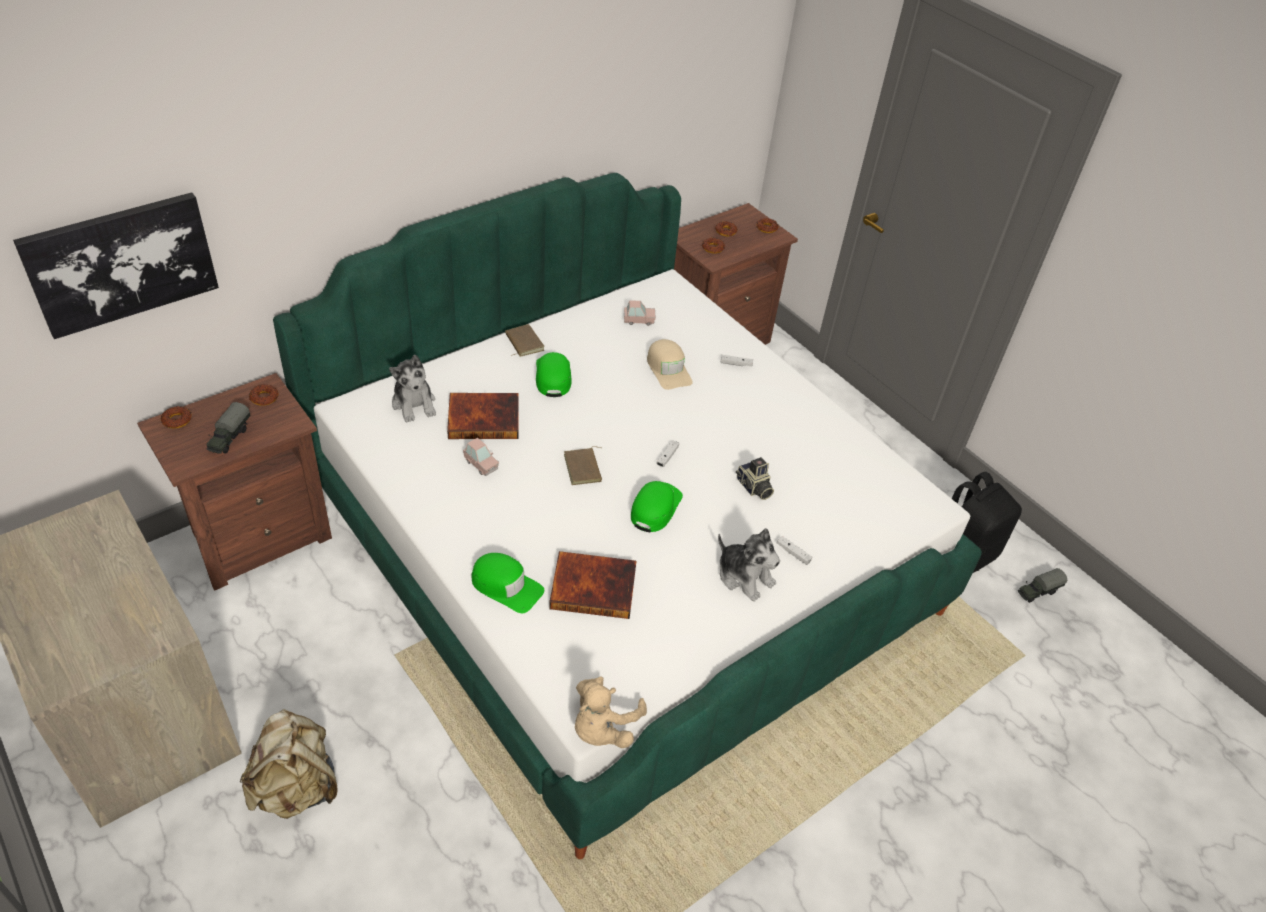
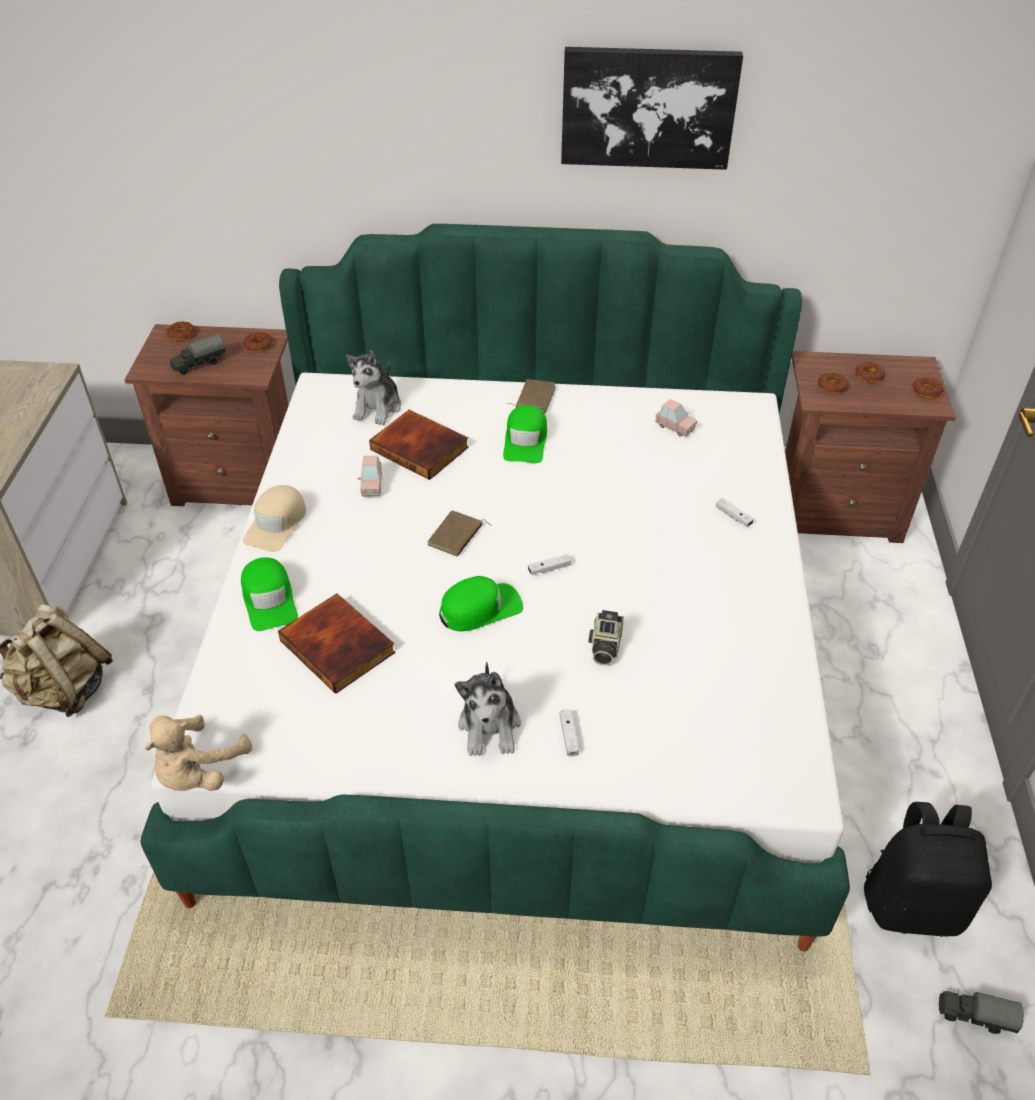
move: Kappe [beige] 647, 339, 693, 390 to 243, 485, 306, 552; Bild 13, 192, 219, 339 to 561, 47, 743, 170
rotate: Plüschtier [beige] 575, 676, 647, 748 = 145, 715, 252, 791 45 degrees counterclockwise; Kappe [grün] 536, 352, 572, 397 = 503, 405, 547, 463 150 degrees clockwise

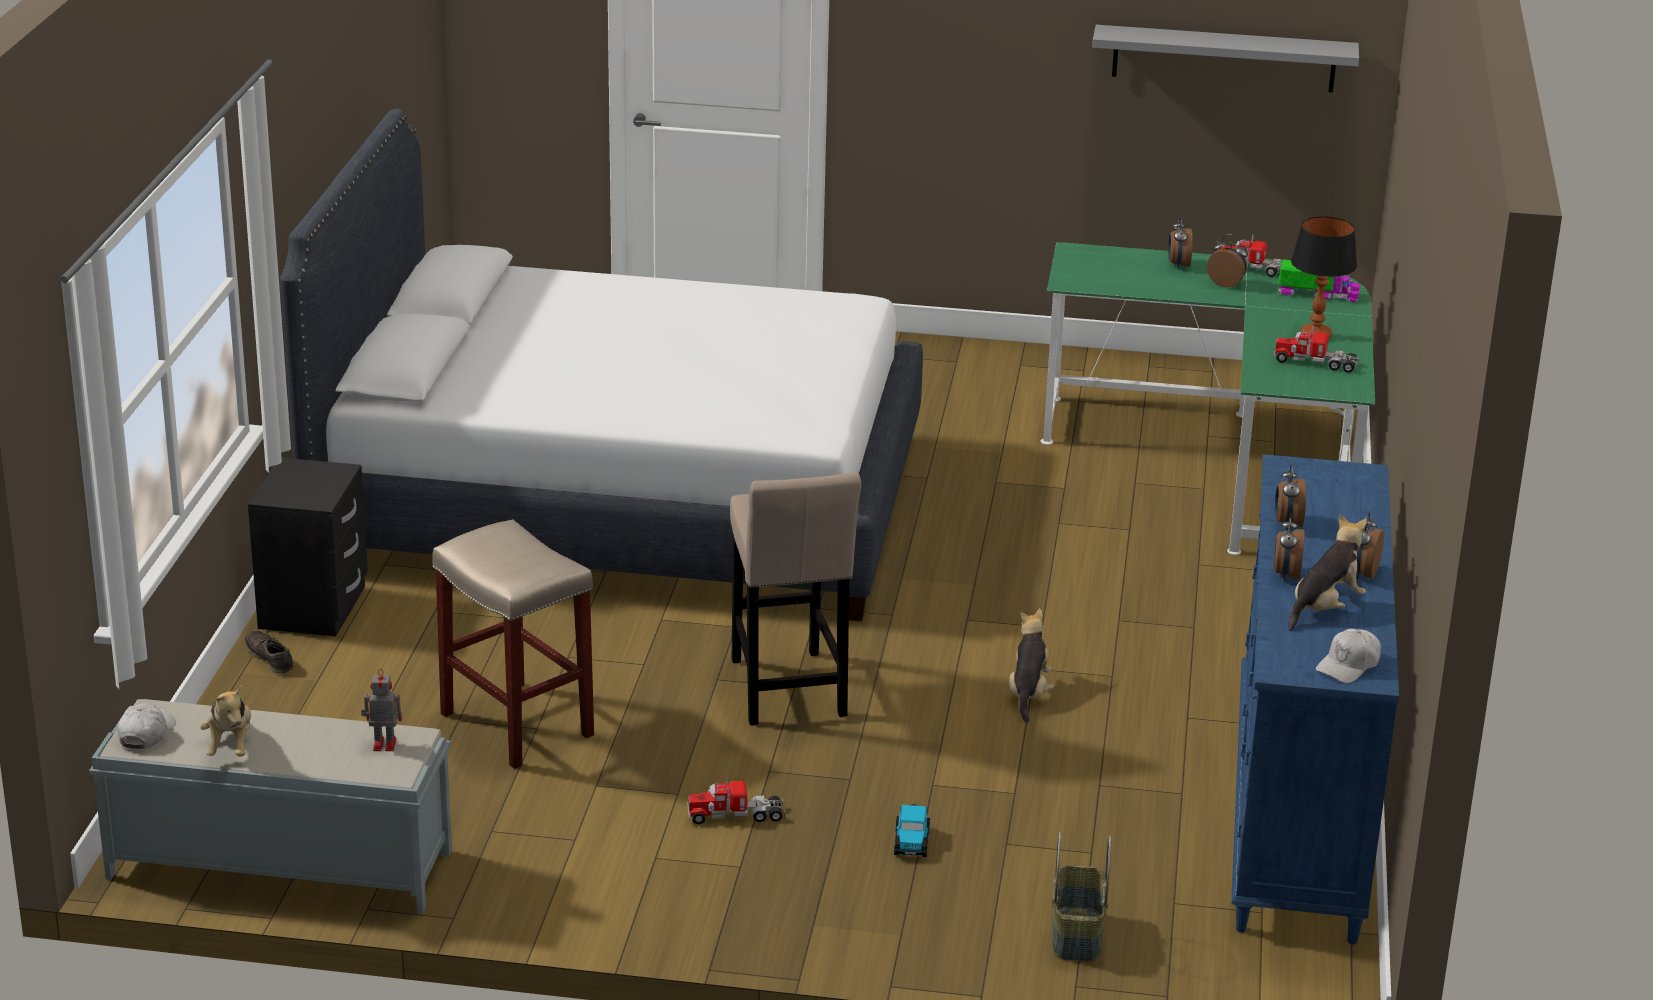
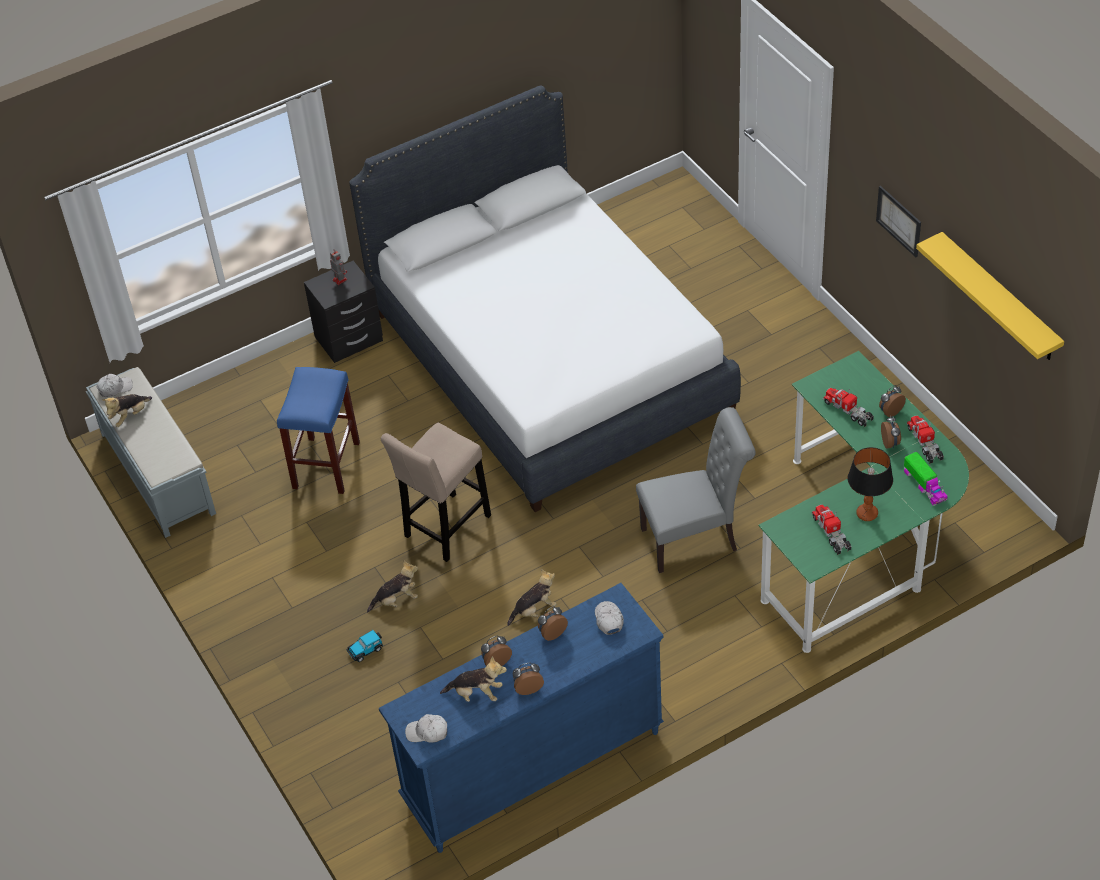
delete: Schuh [braun] 245, 631, 294, 674; Korb 1052, 832, 1111, 962
insert: Plüschtier 367, 560, 418, 612; Kappe [weiß] 595, 601, 624, 635; Stuhl [grau] 636, 407, 756, 573; Bild 876, 186, 921, 257
move: Spielzeugroboter 361, 669, 402, 751 to 330, 249, 347, 285; Spielzeuglaster 687, 775, 785, 824 to 823, 388, 874, 427
recolor: Hocker [beige] 432, 520, 594, 769 to Hocker [blau] 277, 367, 360, 494; Wandregal [grau] 1092, 25, 1359, 92 to Wandregal [gelb] 916, 232, 1064, 360

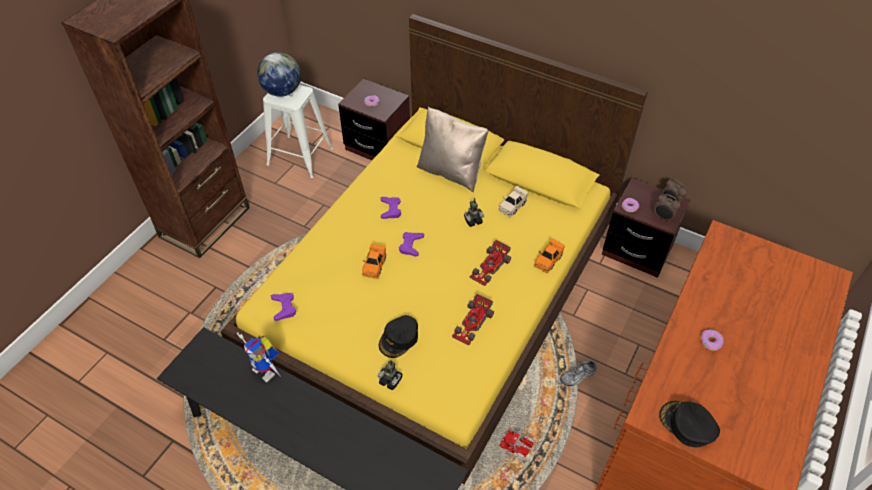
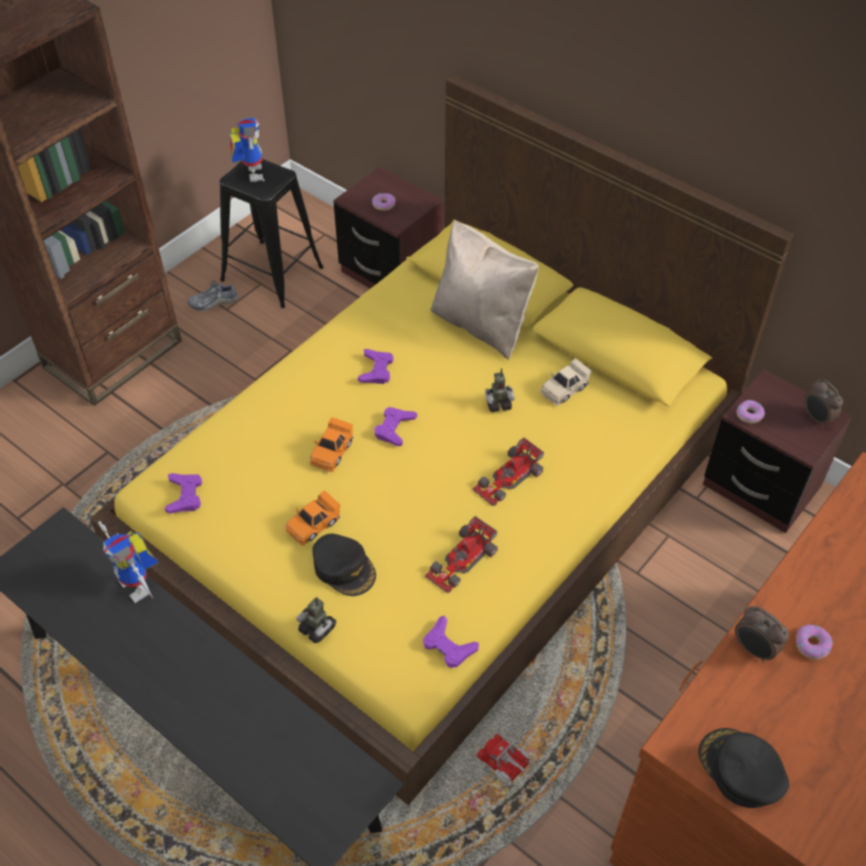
insert: Gamepad [lila] 423, 616, 479, 668
move: Schuh 560, 360, 597, 386 to 187, 280, 238, 311; Spielzeugauto [orange] 534, 238, 565, 273 to 285, 490, 341, 546; Wecker 654, 194, 680, 222 to 735, 606, 789, 662
replace: Globus 257, 52, 301, 97 to Spielzeugroboter 229, 118, 263, 182
recolor: Hocker [weiß] 263, 85, 333, 178 to Hocker [schwarz] 220, 159, 324, 308
rotate: Kappe [schwarz] 379, 315, 418, 358 = 312, 534, 376, 596 90 degrees counterclockwise

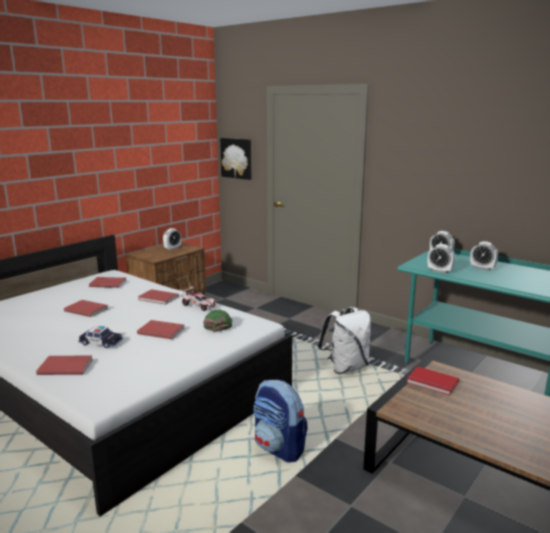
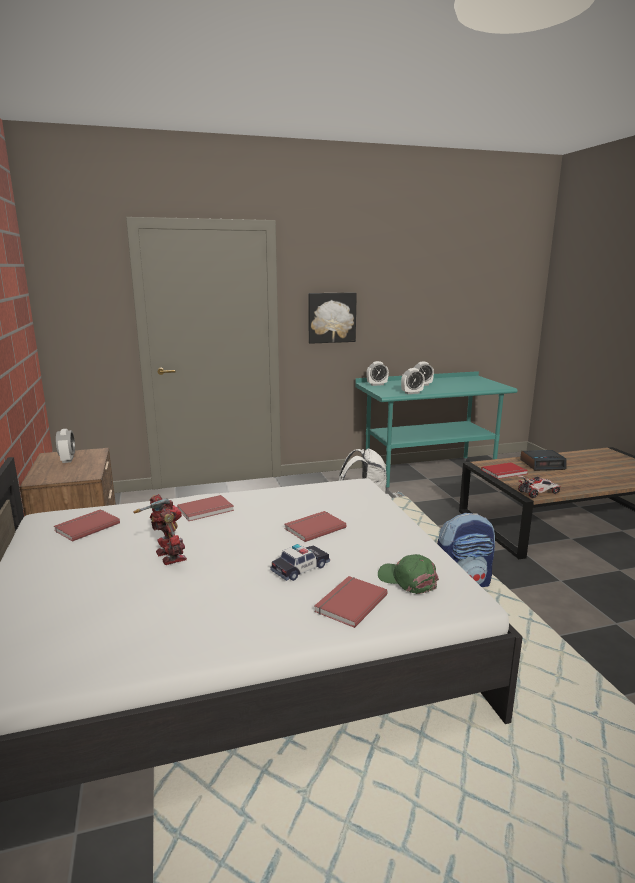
insert: Wecker 520, 450, 567, 471
move: Bild 220, 138, 252, 180 to 308, 292, 357, 344; Kappe [grün] 203, 310, 232, 332 to 378, 554, 439, 594; Spielzeugauto 180, 286, 216, 311 to 518, 475, 561, 498
replace: Buch [rot] 64, 300, 109, 317 to Spielzeugroboter 134, 494, 187, 565

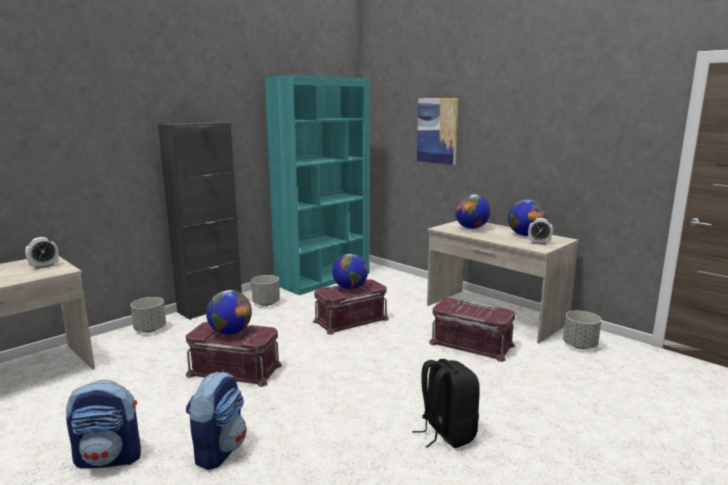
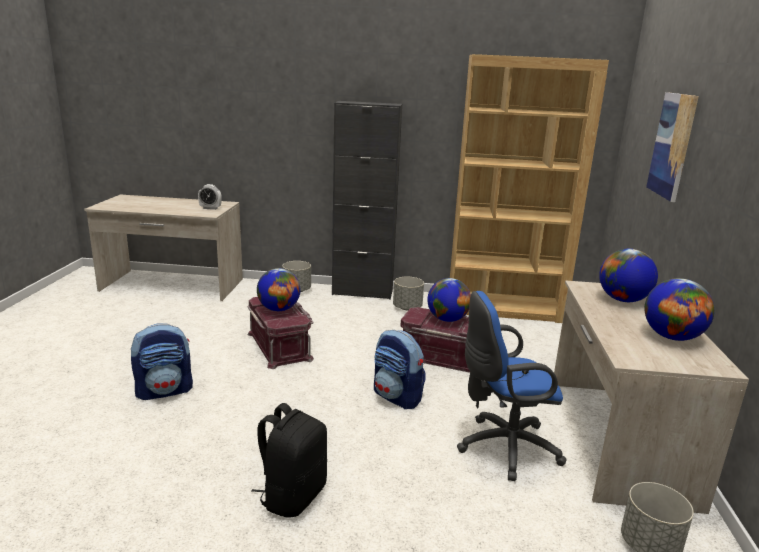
delete: Wecker 528, 218, 553, 245
move: Rucksack 66, 380, 141, 469 to 374, 330, 426, 409
replace: Aufbewahrungsbox [rot] 429, 298, 515, 362 to Bürostuhl [blau] 457, 291, 566, 481
recolor: Bücherregal [türkis] 265, 76, 370, 295 to Bücherregal [braun] 450, 54, 609, 323

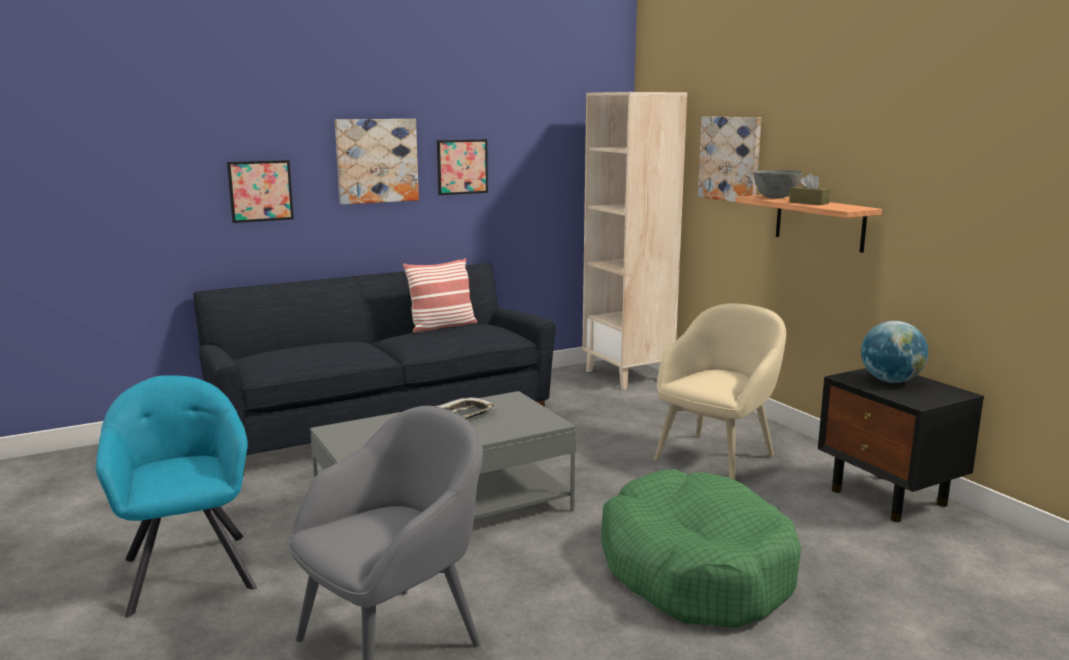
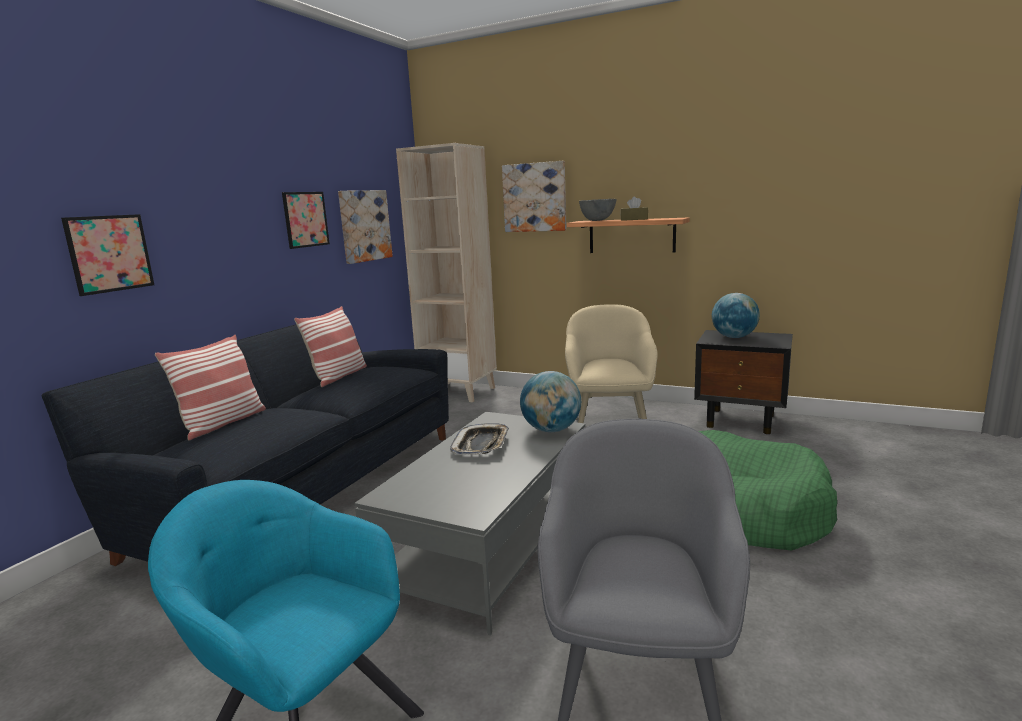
insert: Kissen 155, 335, 266, 440; Globus 520, 371, 581, 432
move: Bild 335, 119, 419, 205 to 338, 190, 393, 264

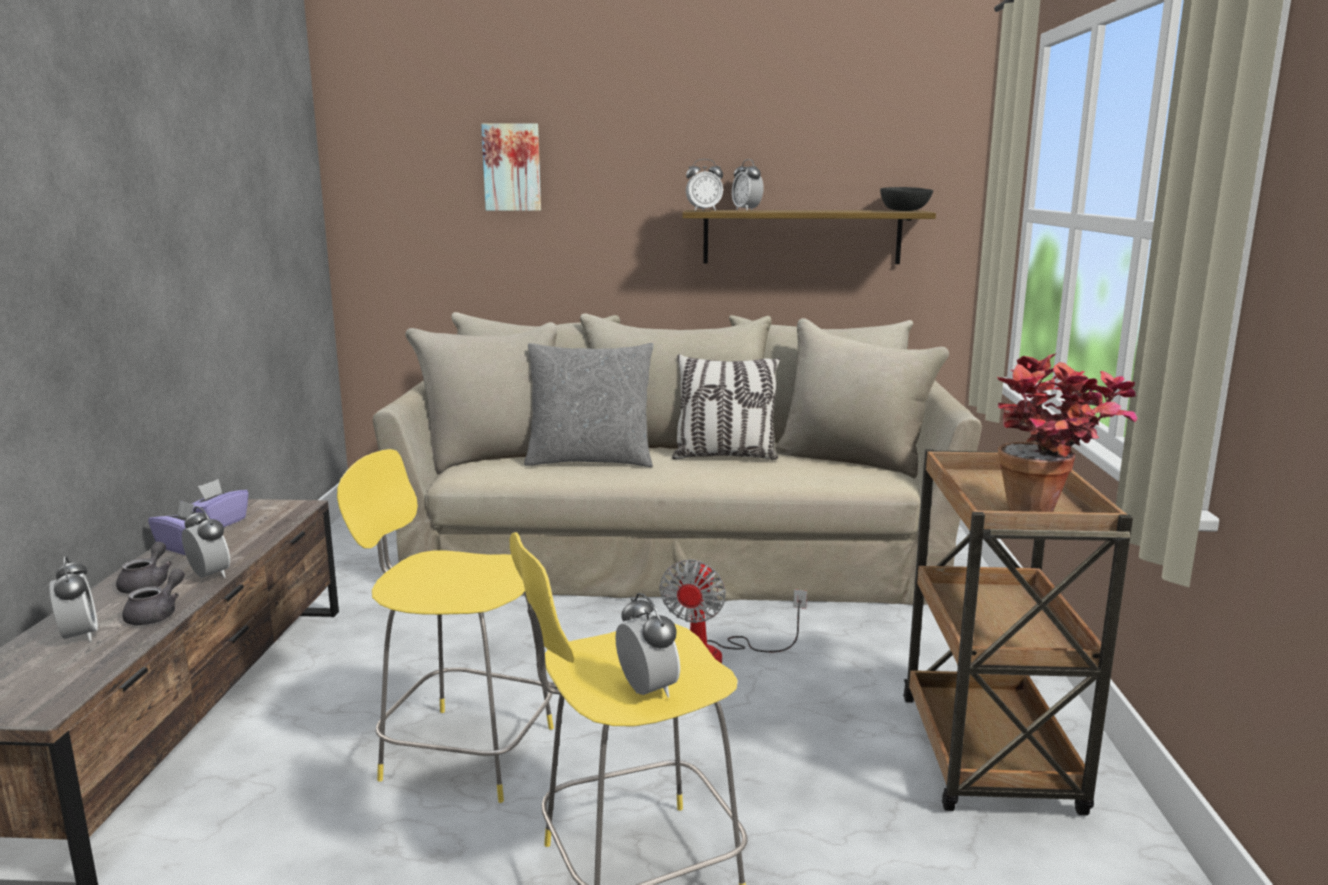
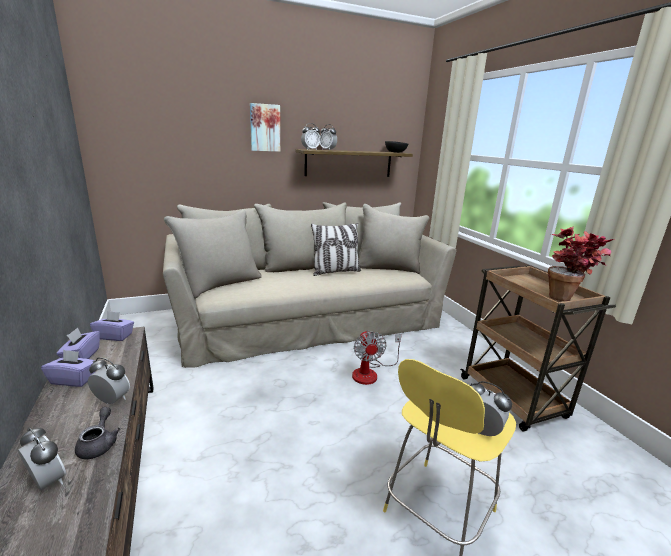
delete: Teekanne [grau] 116, 542, 172, 594; Hocker [gelb] 337, 449, 554, 803; Kissen [grau] 524, 343, 654, 467
insert: Taschentuchbox [lila] 90, 311, 134, 341
move: Bild 481, 123, 541, 211 to 250, 103, 280, 152

